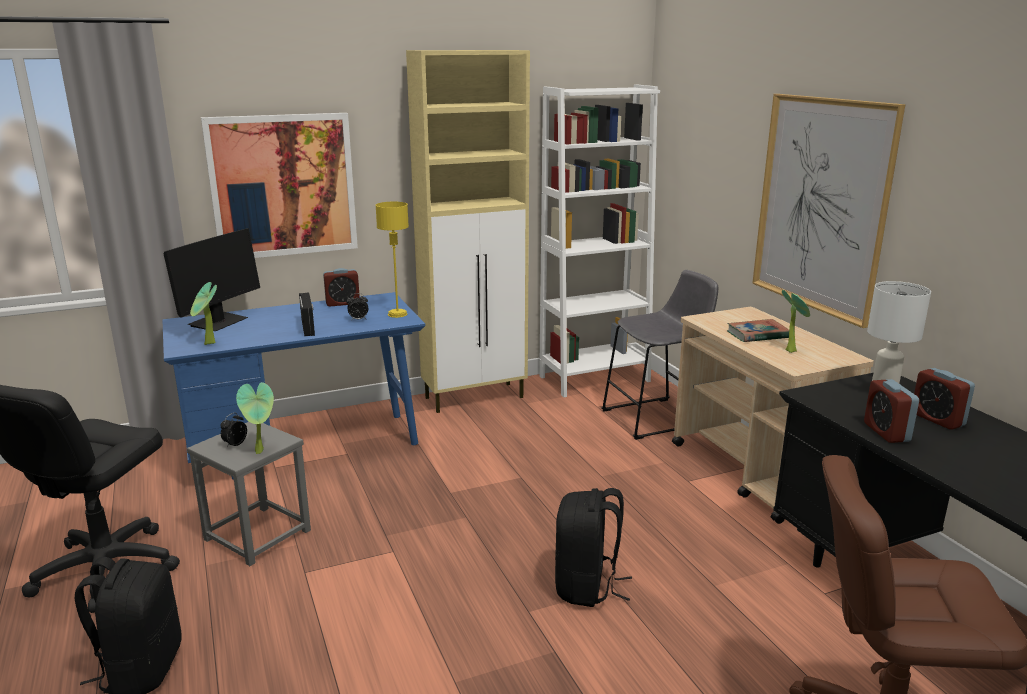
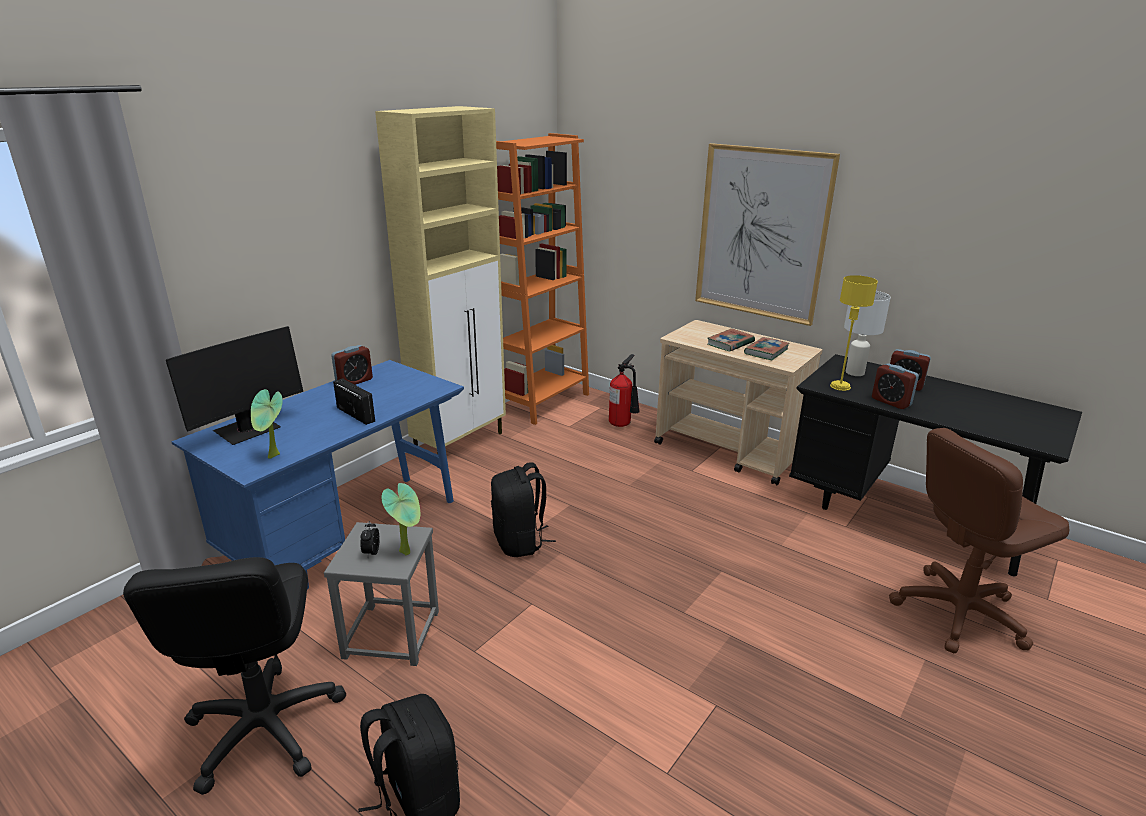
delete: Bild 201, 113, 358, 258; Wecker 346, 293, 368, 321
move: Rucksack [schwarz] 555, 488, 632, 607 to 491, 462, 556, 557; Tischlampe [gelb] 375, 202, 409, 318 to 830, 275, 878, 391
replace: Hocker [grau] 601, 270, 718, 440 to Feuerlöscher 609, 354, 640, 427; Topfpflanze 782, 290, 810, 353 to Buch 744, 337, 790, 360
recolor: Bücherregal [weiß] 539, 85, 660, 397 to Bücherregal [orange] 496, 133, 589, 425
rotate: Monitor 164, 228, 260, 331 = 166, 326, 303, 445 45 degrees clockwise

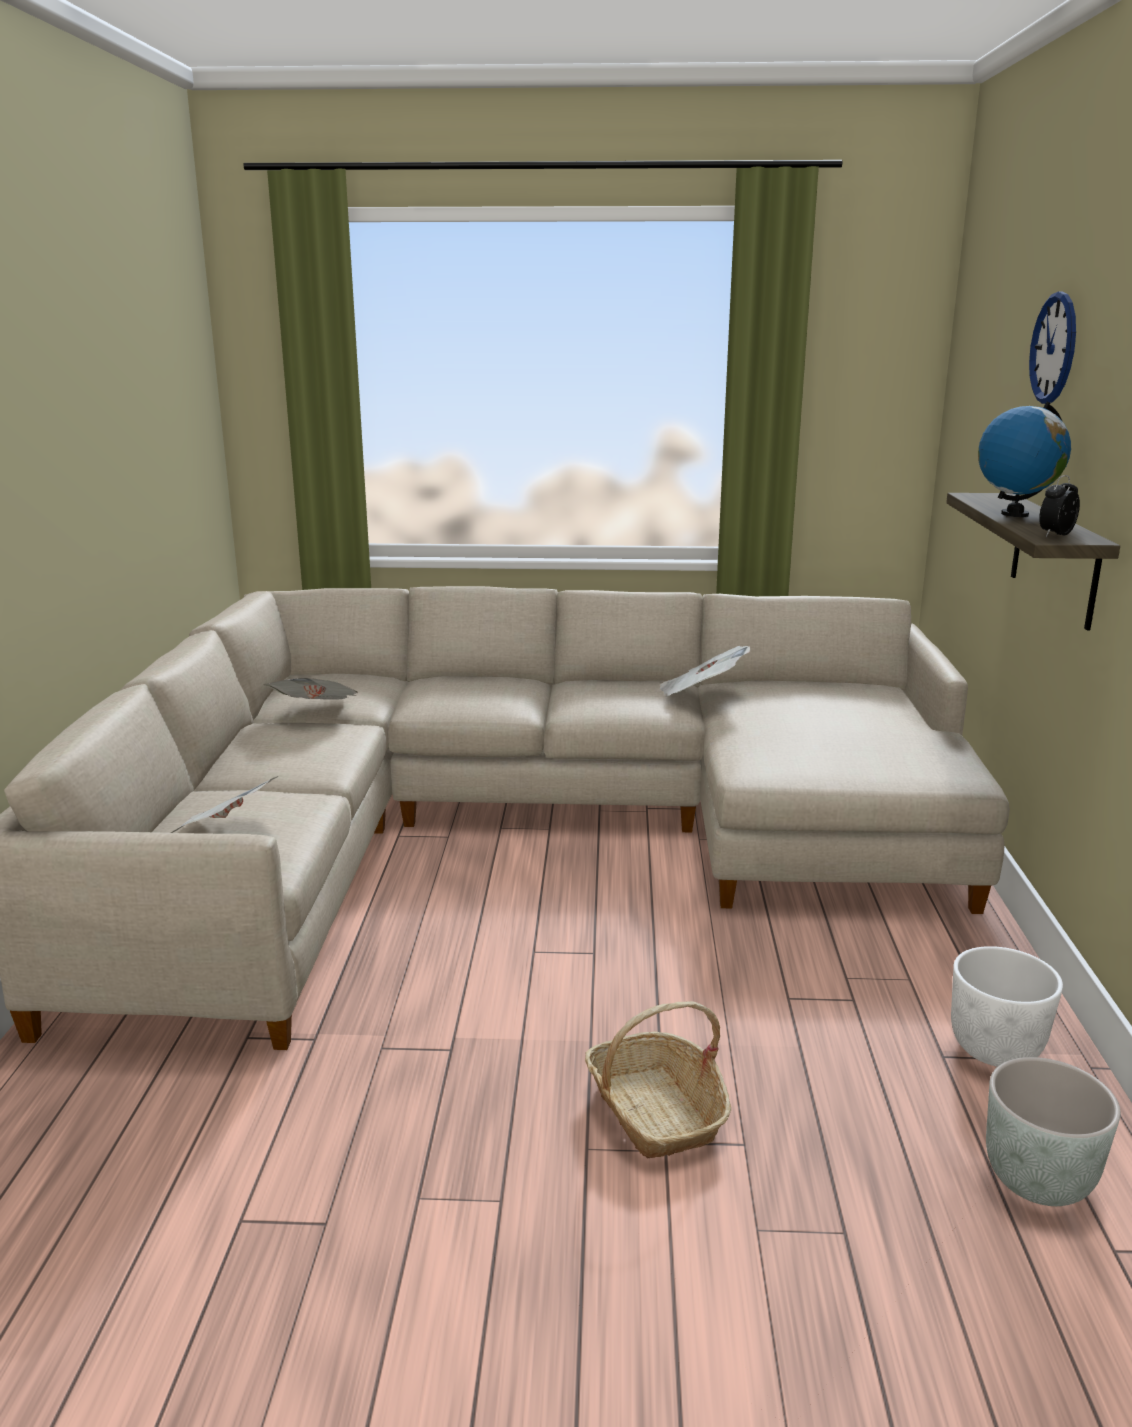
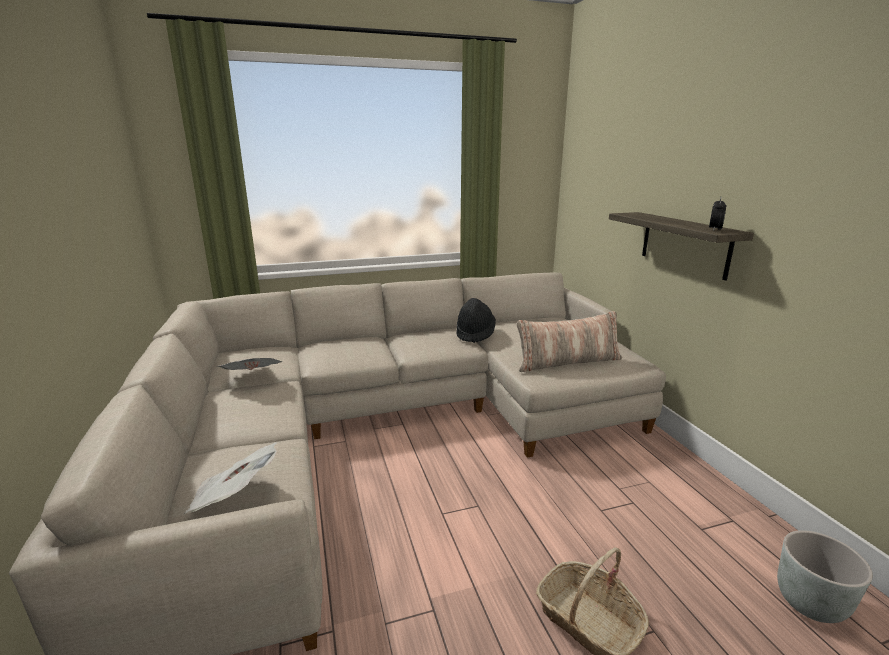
delete: Pflanzkübel [weiß] 951, 946, 1063, 1067; Globus 978, 402, 1071, 517; Wanduhr 1029, 291, 1076, 404
insert: Kissen 517, 311, 622, 372
replace: Zeitung 660, 646, 750, 697 to Hut [schwarz] 456, 298, 496, 343

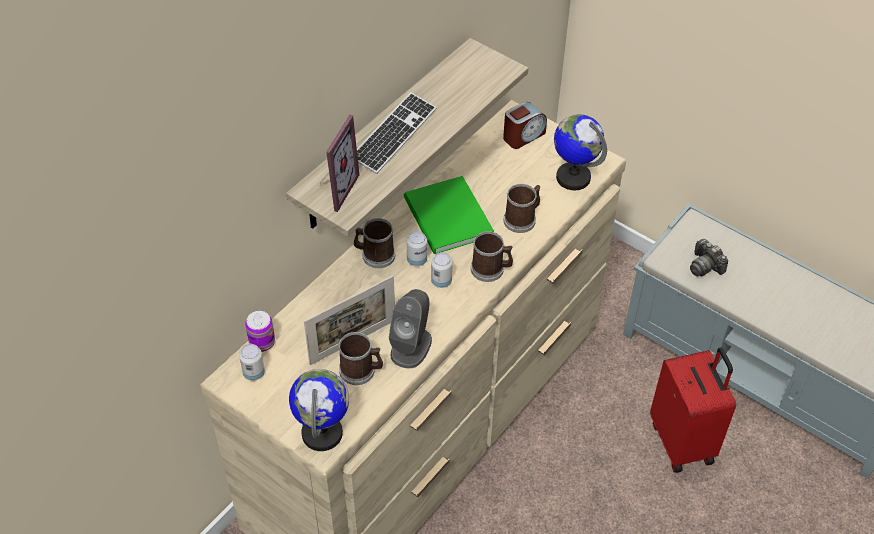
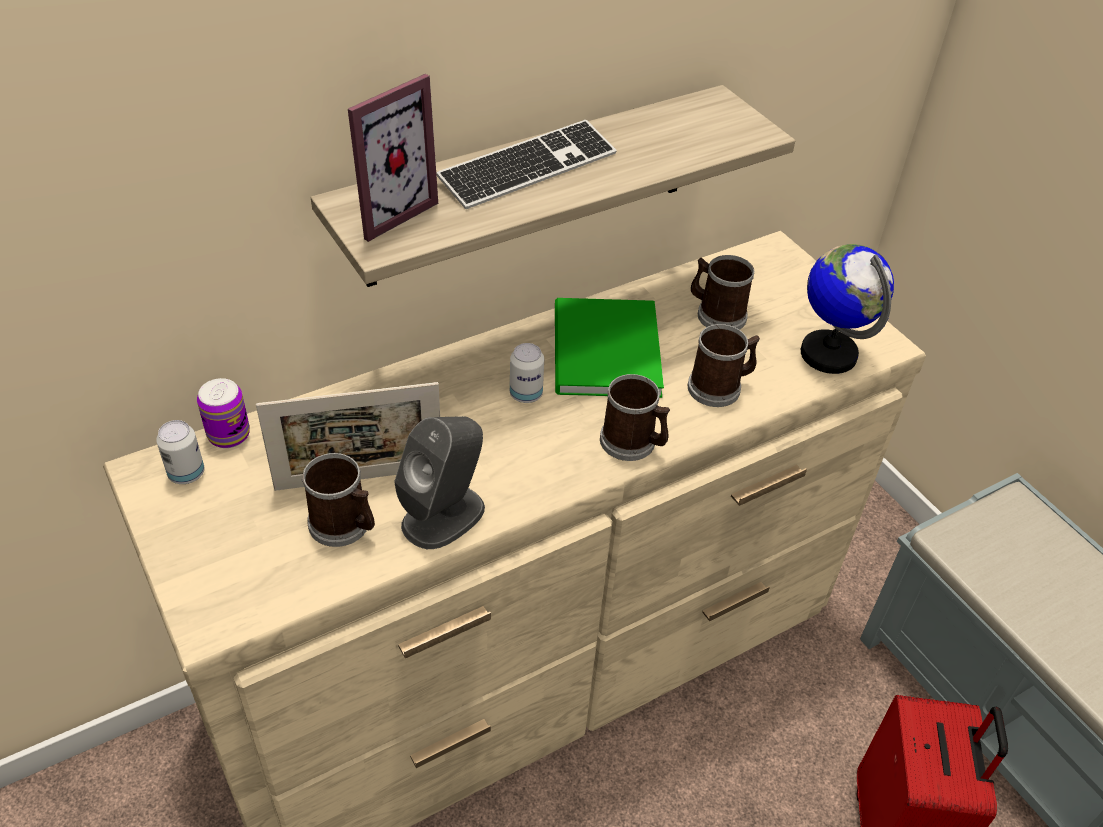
delete: Globus 289, 369, 349, 451; Dose 431, 252, 452, 288; Wecker 503, 102, 547, 149; Kamera 690, 239, 728, 276
move: Henkelbecher 354, 218, 395, 268 to 691, 255, 754, 330

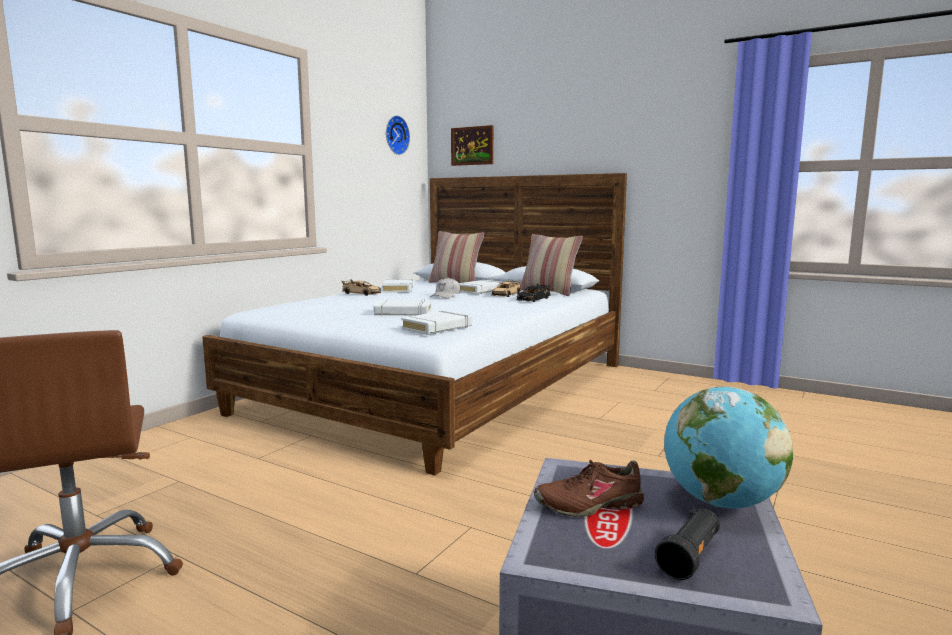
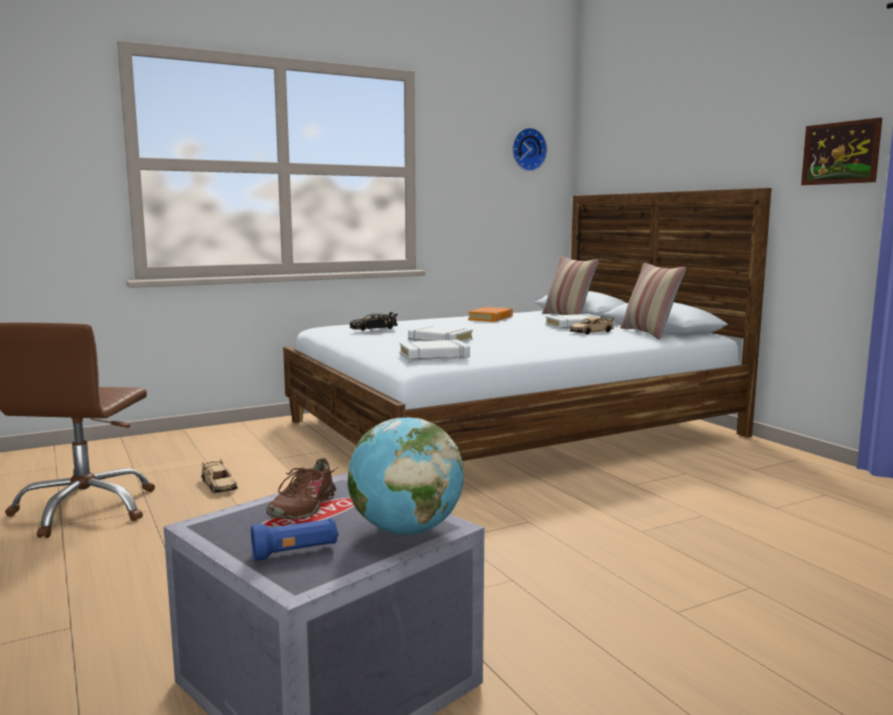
delete: Kappe [weiß] 430, 277, 460, 298
move: Spielzeugauto [beige] 342, 279, 381, 296 to 201, 459, 238, 494; Spielzeugauto [schwarz] 516, 284, 551, 302 to 350, 312, 398, 331; Bild 451, 125, 493, 166 to 801, 117, 882, 185
recolor: Taschenlampe [schwarz] 655, 508, 720, 580 to Taschenlampe [blau] 251, 518, 338, 561; Buch [weiß] 382, 279, 413, 293 to Buch [orange] 468, 307, 513, 322
rotate: Schuh [braun] 534, 460, 644, 517 = 266, 458, 338, 519 90 degrees counterclockwise

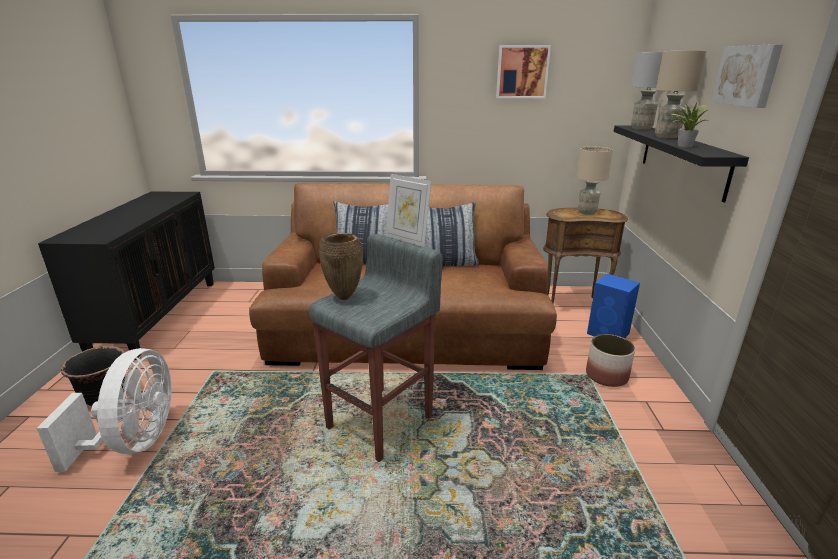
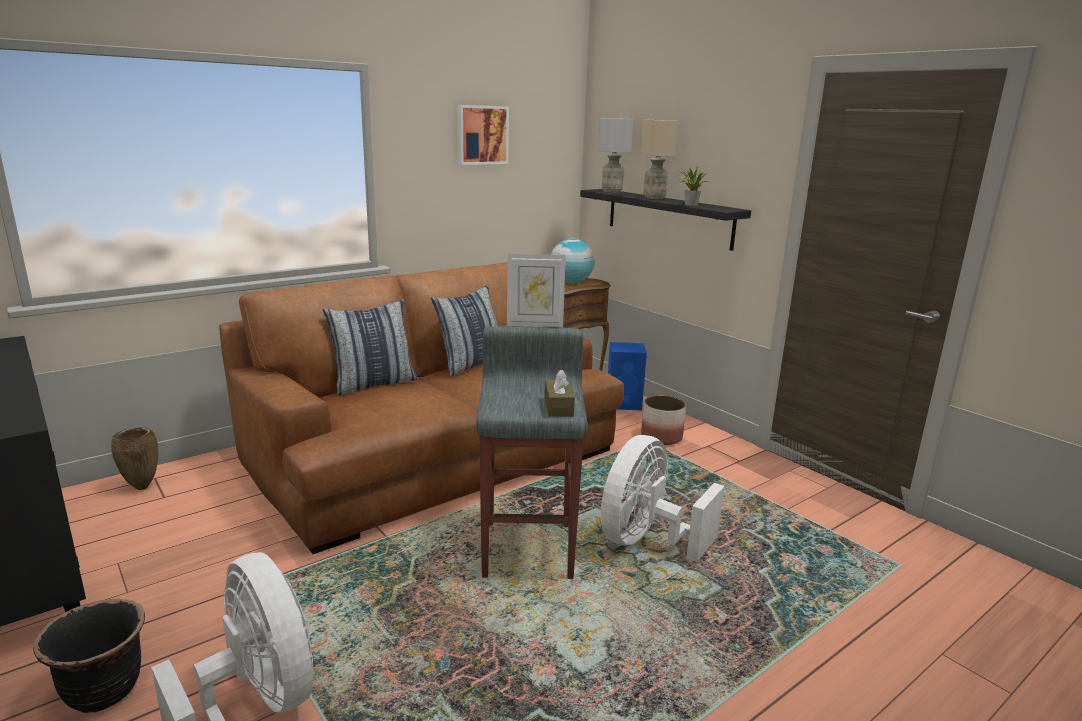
delete: Bild 712, 44, 783, 108
insert: Taschentuchbox [braun] 544, 370, 575, 417; Ventilator [weiß] 601, 435, 724, 562
move: Vase [braun] 319, 233, 363, 300 to 111, 427, 158, 490
replace: Tischlampe [beige] 577, 146, 613, 215 to Globus 551, 239, 595, 284

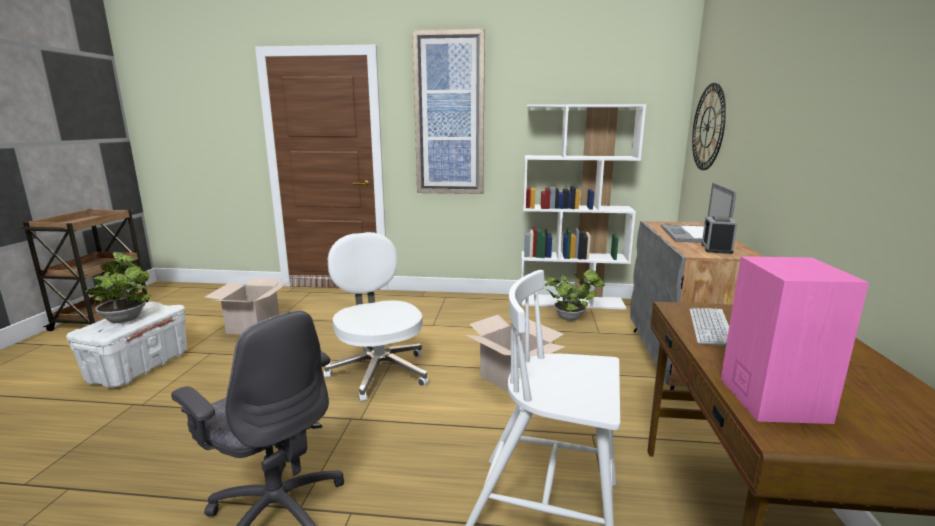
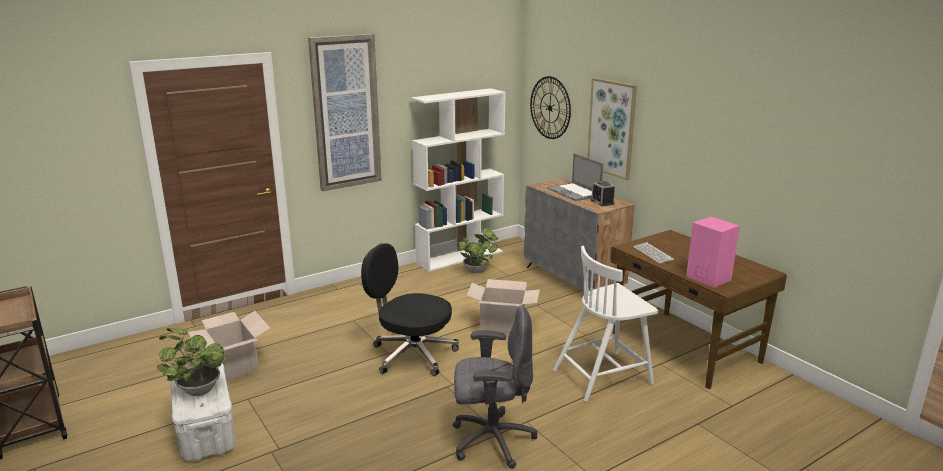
insert: Bild 587, 78, 637, 180
recolor: Bürostuhl [weiß] 324, 232, 428, 402 to Bürostuhl [schwarz] 361, 243, 459, 376

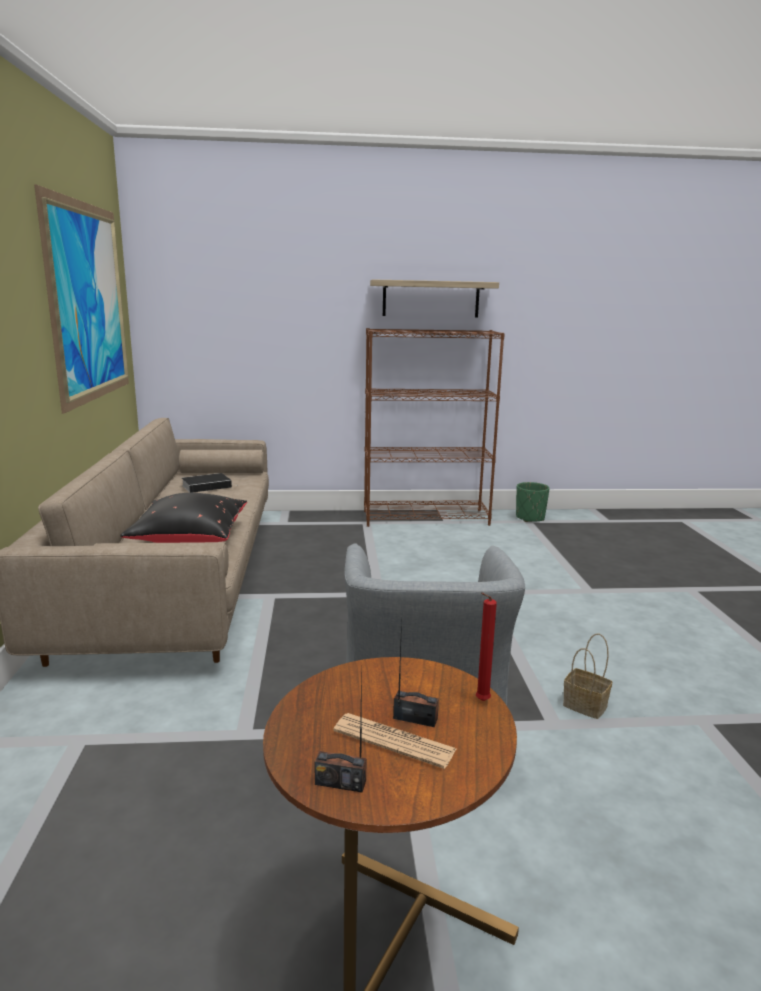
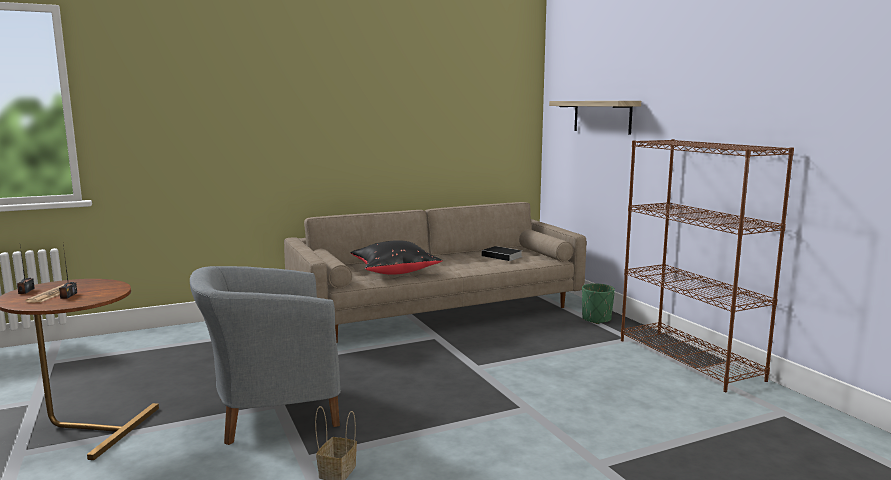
delete: Bild 34, 184, 129, 414; Kerze [rot] 476, 593, 497, 701
move: Wandregal 370, 279, 499, 318 to 549, 101, 641, 135; Pflanzkübel [grün] 516, 482, 550, 522 to 582, 283, 615, 324

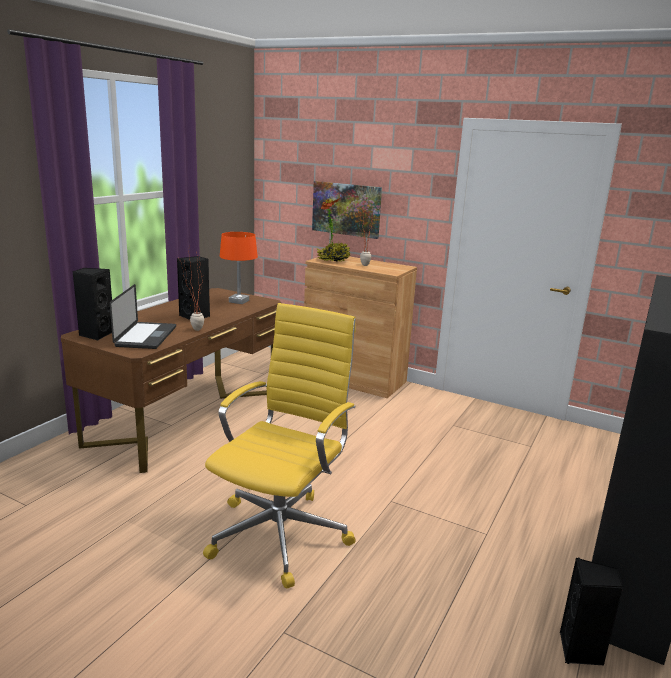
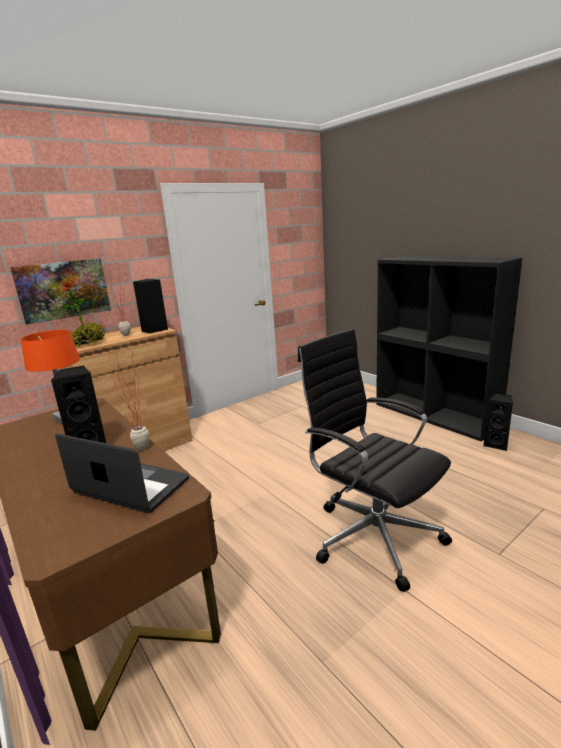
move: Lautsprecher [schwarz] 72, 268, 112, 341 to 133, 279, 168, 333
recolor: Bürostuhl [gelb] 203, 303, 356, 589 to Bürostuhl [schwarz] 298, 329, 452, 592

